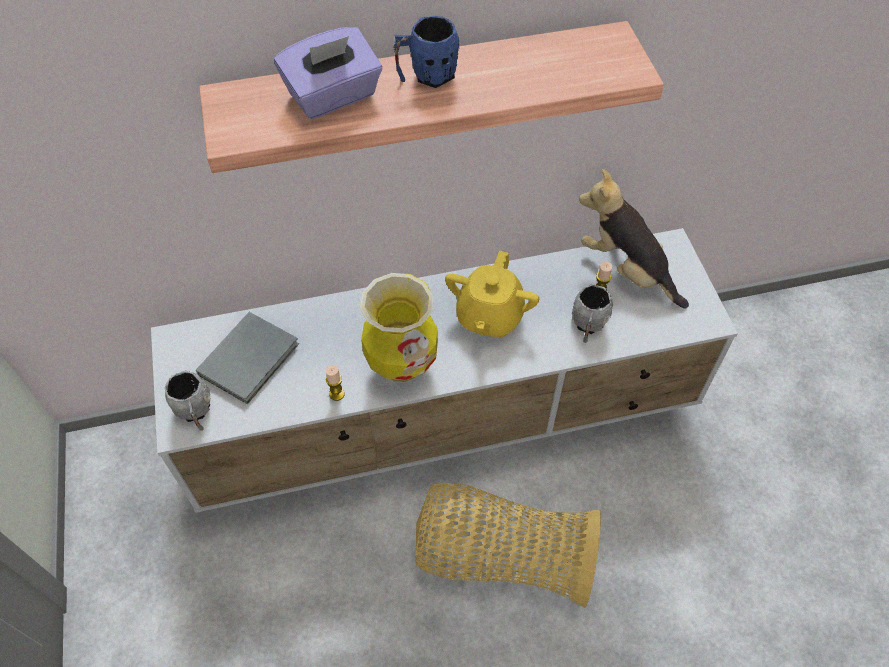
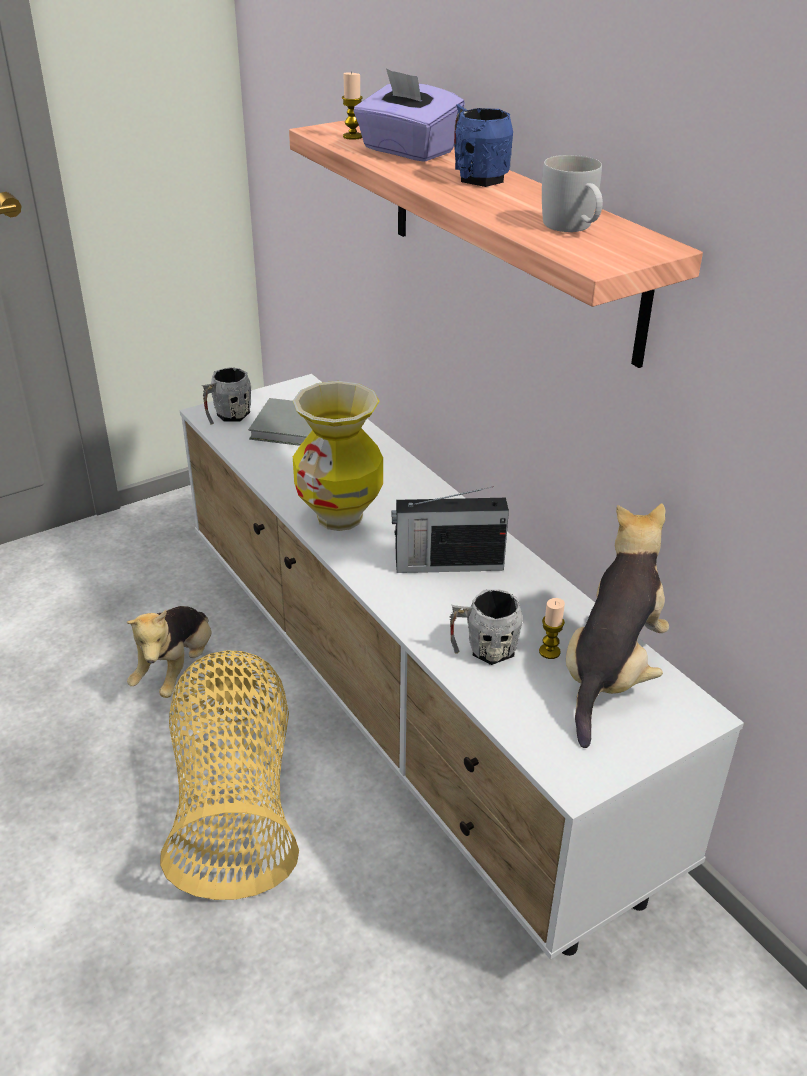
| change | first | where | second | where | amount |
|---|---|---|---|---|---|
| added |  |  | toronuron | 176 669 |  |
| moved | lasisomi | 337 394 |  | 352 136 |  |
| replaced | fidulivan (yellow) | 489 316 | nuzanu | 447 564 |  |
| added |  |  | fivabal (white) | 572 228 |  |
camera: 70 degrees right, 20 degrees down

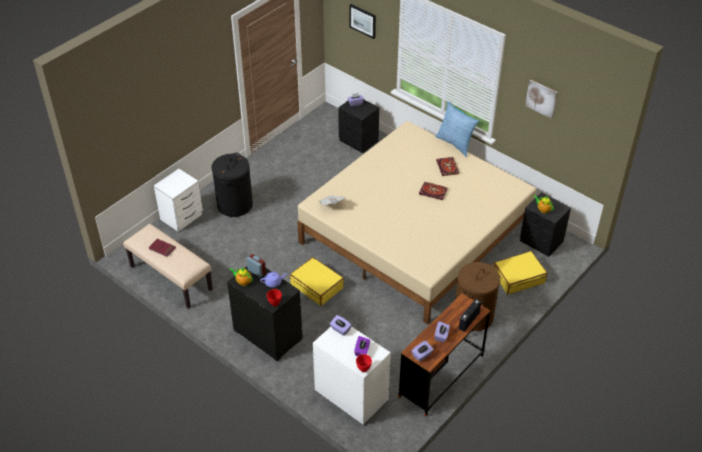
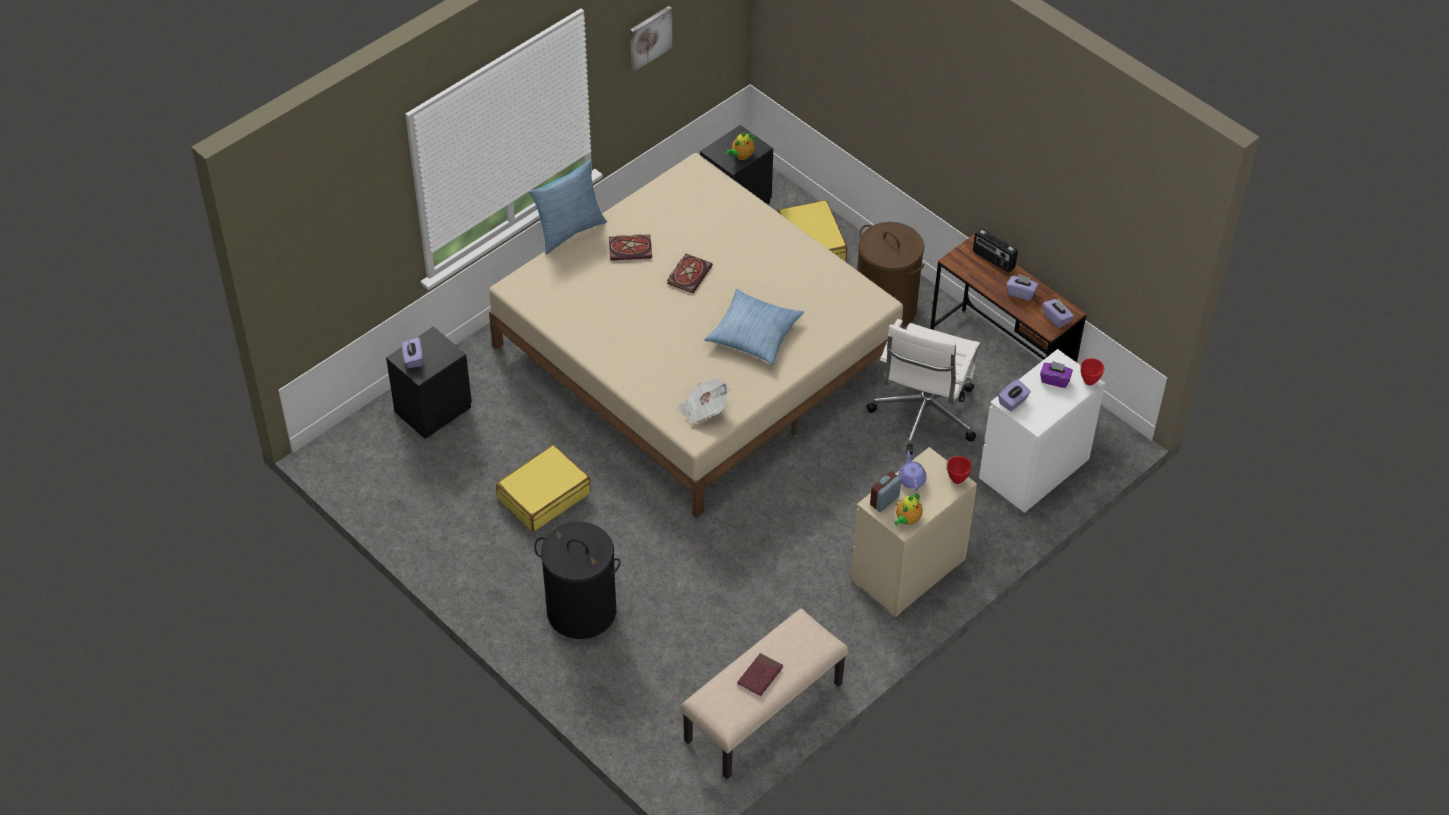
| change | first | where | second | where | amount |
|---|---|---|---|---|---|
| moved | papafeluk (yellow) | 317 286 |  | 543 496 |  |
| added |  |  | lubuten | 753 333 |  |
| recoloured | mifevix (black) | 267 334 | mifevix (beige) | 907 570 |  |
| added |  |  | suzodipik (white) | 923 416 |  |
| removed | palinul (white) | 182 217 |  |  |  |
| removed | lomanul | 363 21 |  |  |  |
camera: 85 degrees left, 5 degrees up

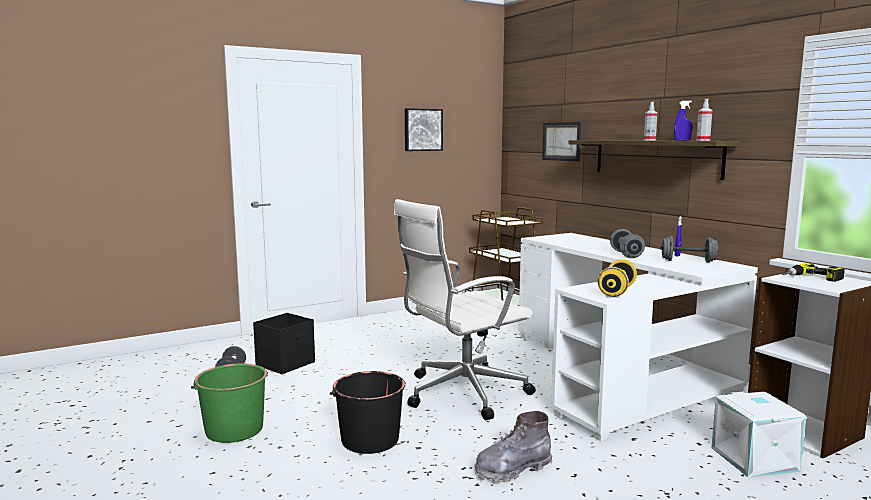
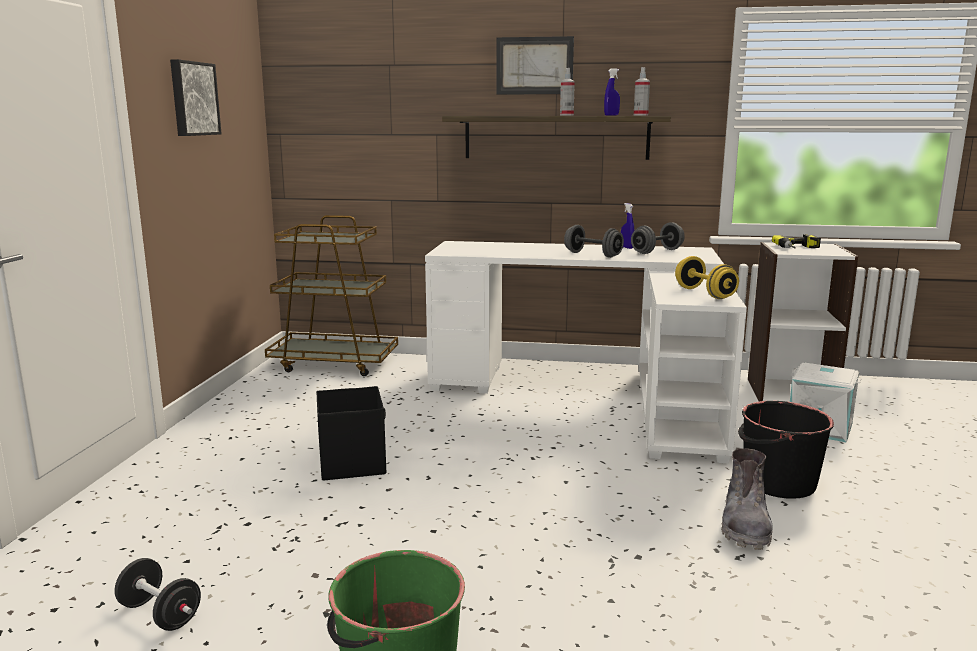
| change | first | where | second | where | amount |
|---|---|---|---|---|---|
| moved | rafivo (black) | 286 363 |  | 353 463 |  |
| moved | lomanul | 561 141 |  | 534 66 |  |
| moved | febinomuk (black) | 369 440 |  | 778 483 |  |
| removed | suzodipik (white) | 462 393 |  |  |  |
camera: 50 degrees left, 5 degrees up

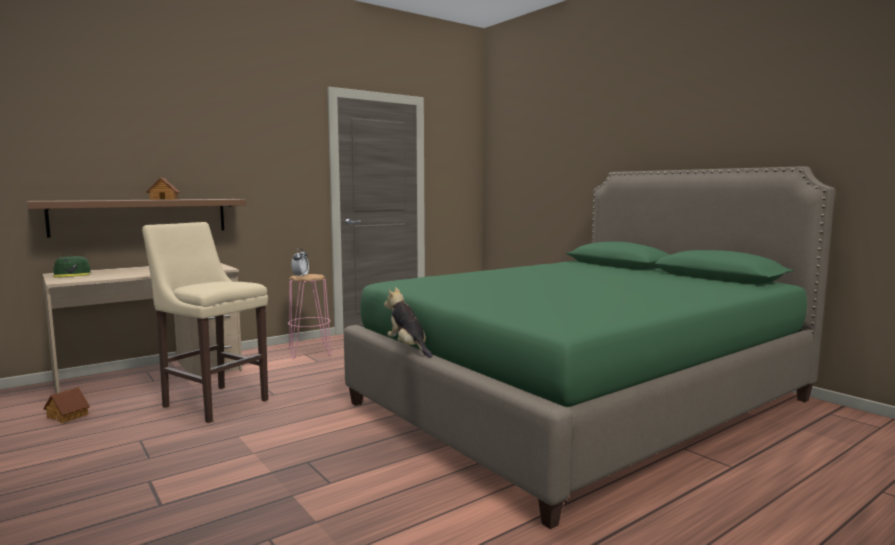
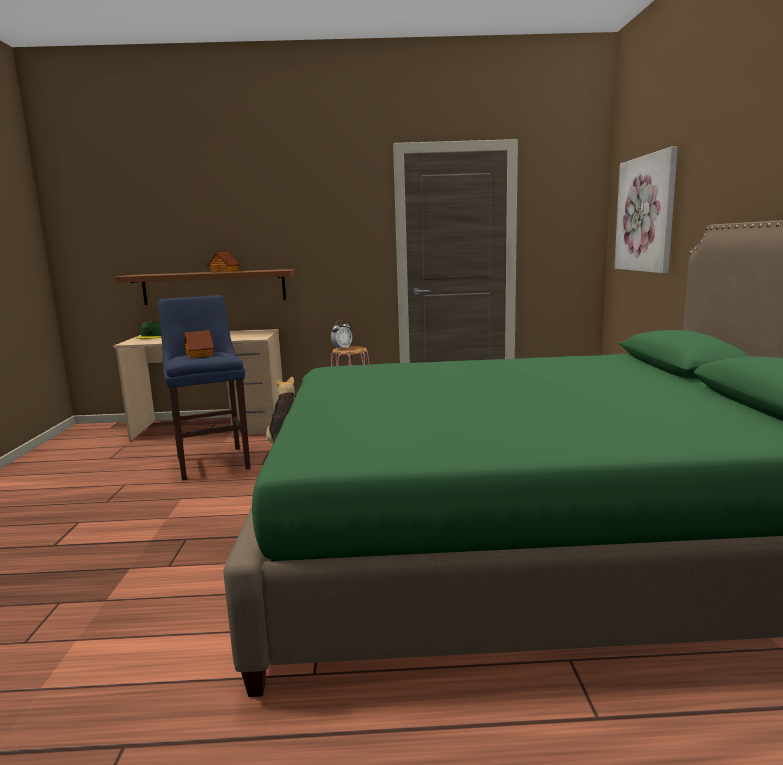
| change | first | where | second | where | amount |
|---|---|---|---|---|---|
| recoloured | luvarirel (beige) | 213 402 | luvarirel (blue) | 213 461 |  |
| moved | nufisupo | 68 416 |  | 200 355 |  |
| added |  |  | lomanul | 645 214 |  |
camera: 35 degrees right, 5 degrees up

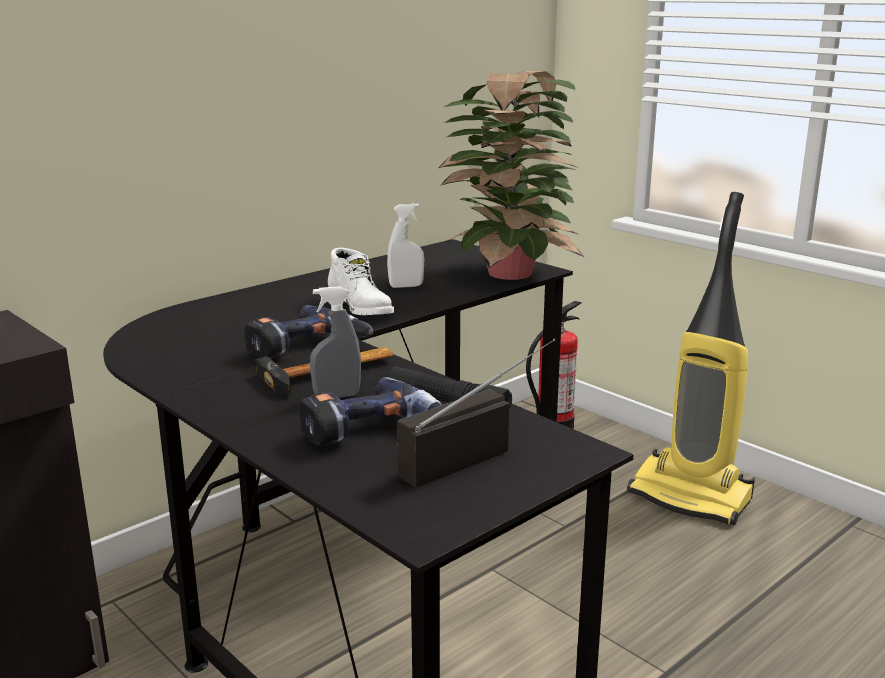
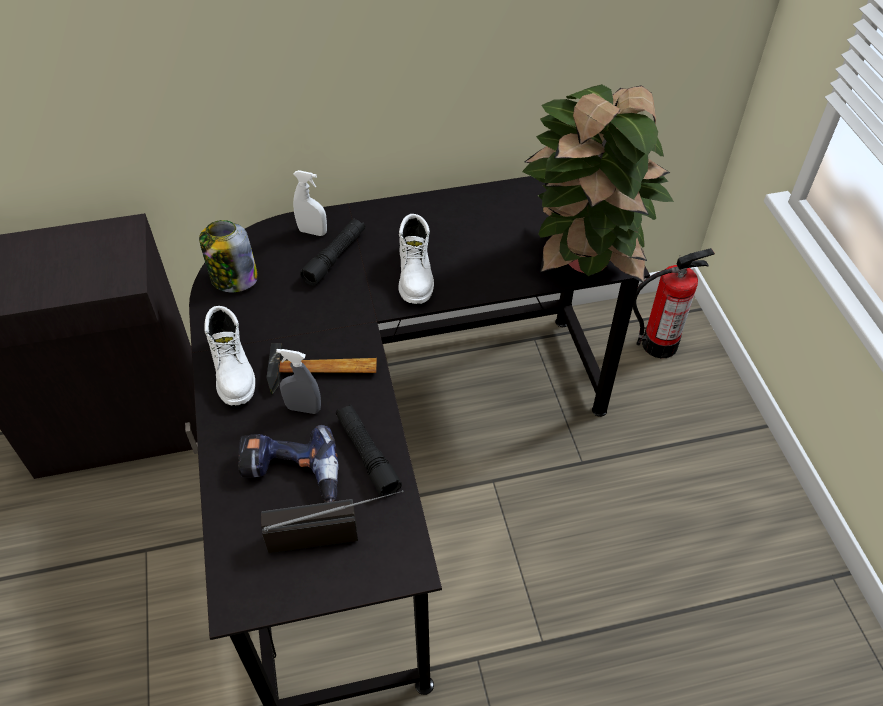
| change | first | where | second | where | amount |
|---|---|---|---|---|---|
| added |  |  | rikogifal | 233 278 |  |
| added |  |  | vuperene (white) | 234 371 |  |
| moved | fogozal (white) | 406 286 |  | 312 232 |  |
| added |  |  | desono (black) | 335 257 |  |
| removed | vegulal | 308 349 |  |  |  |
| removed | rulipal | 692 496 |  |  |  |
camera: 30 degrees right, 30 degrees up

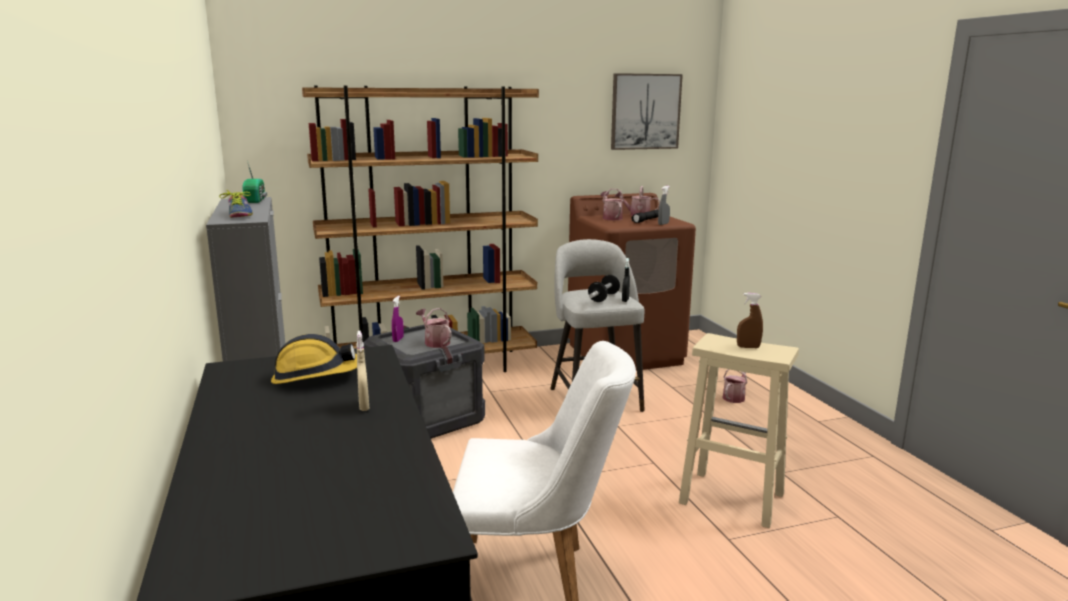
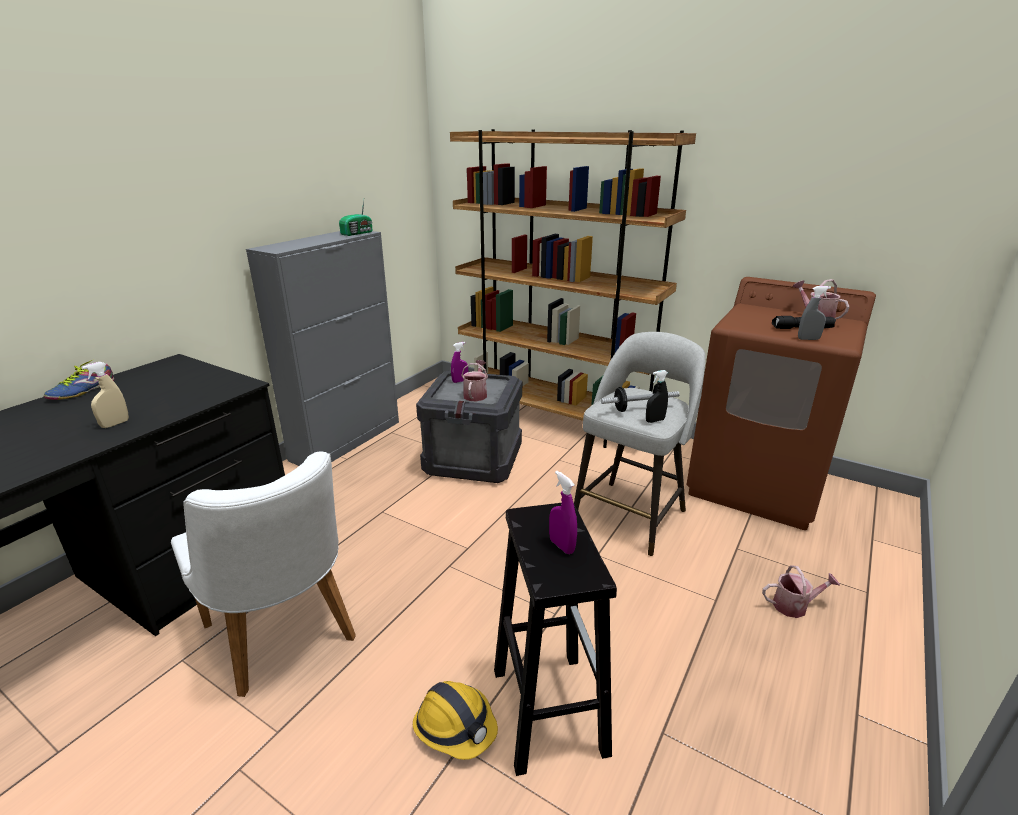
| change | first | where | second | where | amount |
|---|---|---|---|---|---|
| moved | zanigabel | 237 215 |  | 81 390 |  |
| moved | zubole | 316 376 |  | 455 726 |  |
| recoloured | luvarirel (beige) | 729 498 | luvarirel (black) | 547 708 |  |
| recoloured | fogozal (brown) | 748 347 | fogozal (purple) | 561 546 |  |
| removed | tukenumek | 611 218 |  |  |  |
| removed | lomanul | 645 111 |  |  |  |
camera: 50 degrees right, 10 degrees up

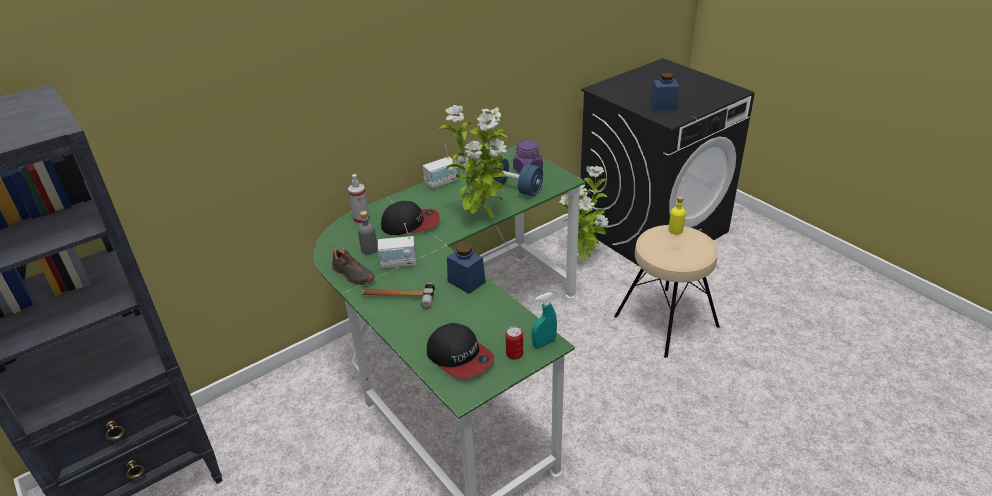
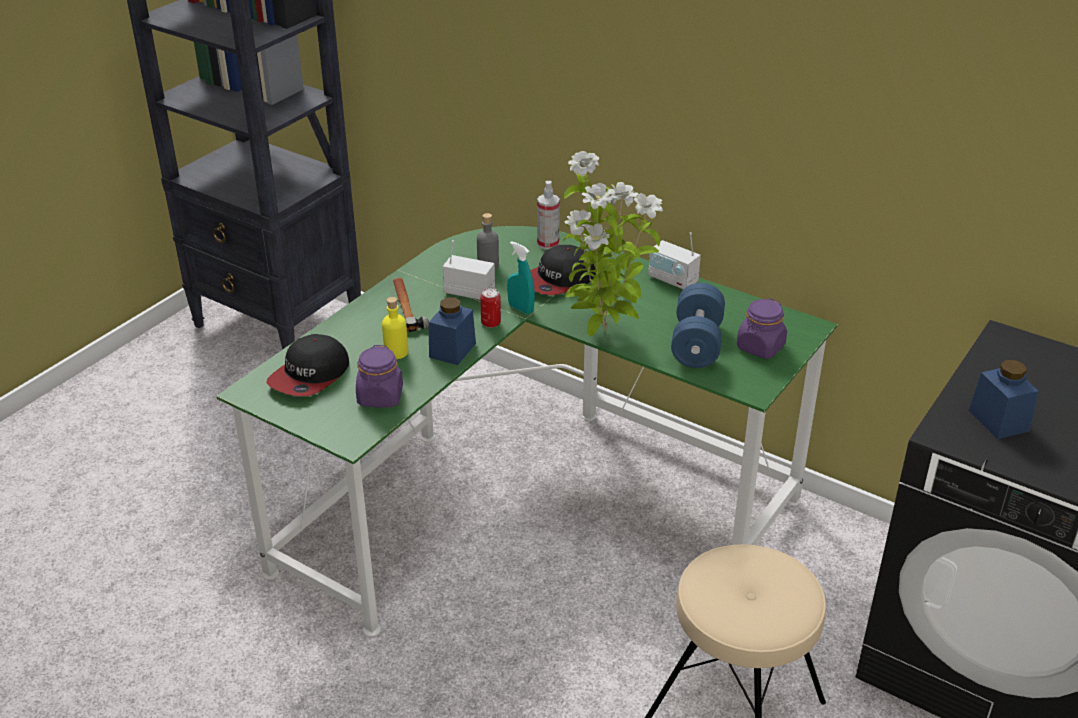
| change | first | where | second | where | amount |
|---|---|---|---|---|---|
| added |  |  | rikogifal (purple) | 380 397 |  |
| moved | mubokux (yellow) | 675 230 |  | 396 352 |  |
| turned | nuzanu | 398 263 |  | 469 292 | 135 degrees clockwise |
| moved | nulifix | 514 354 |  | 491 323 |  |
| moved | fogozal (turquoise) | 544 343 |  | 520 309 |  |
| turned | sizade | 410 223 |  | 558 280 | 75 degrees clockwise |
| removed | zanigabel (black) | 352 275 |  |  |  |
| removed | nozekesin | 582 259 |  |  |  |
camera: 70 degrees right, 0 degrees up

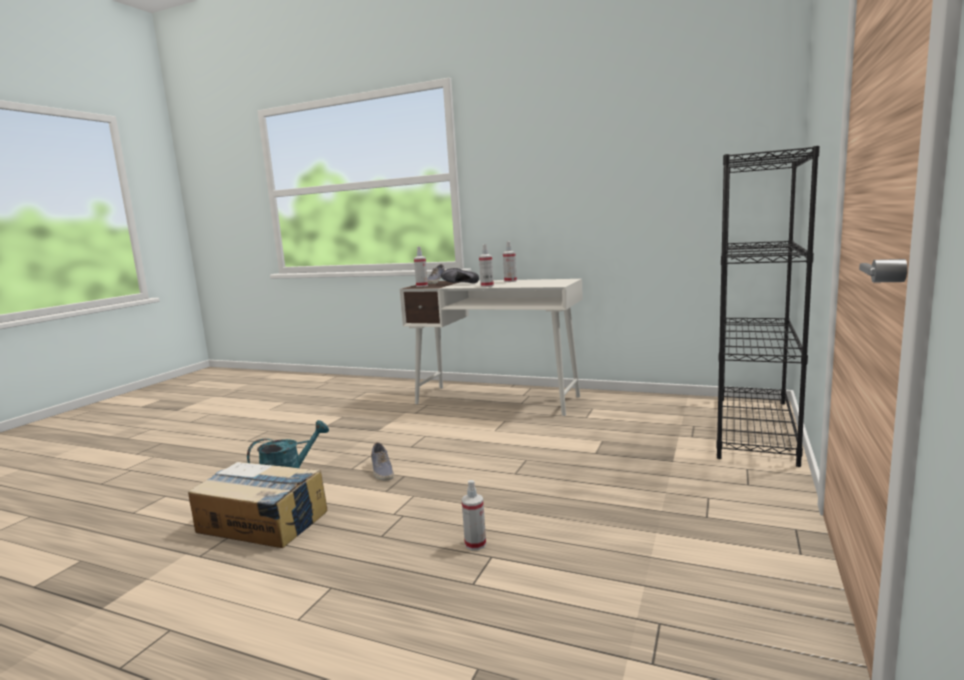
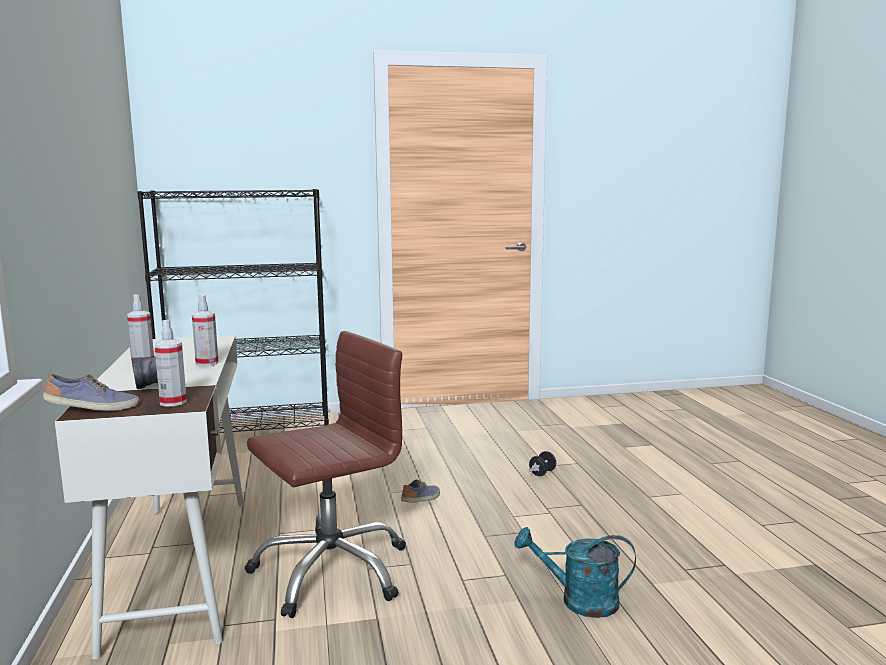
| change | first | where | second | where | amount |
|---|---|---|---|---|---|
| added |  |  | suzodipik (brown) | 331 571 |  |
| moved | zanigabel | 381 471 |  | 421 500 |  |
| replaced | fogozal | 475 544 | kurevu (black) | 542 473 |  |
| removed | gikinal | 262 522 |  |  |  |
camera: 125 degrees left, 0 degrees up

